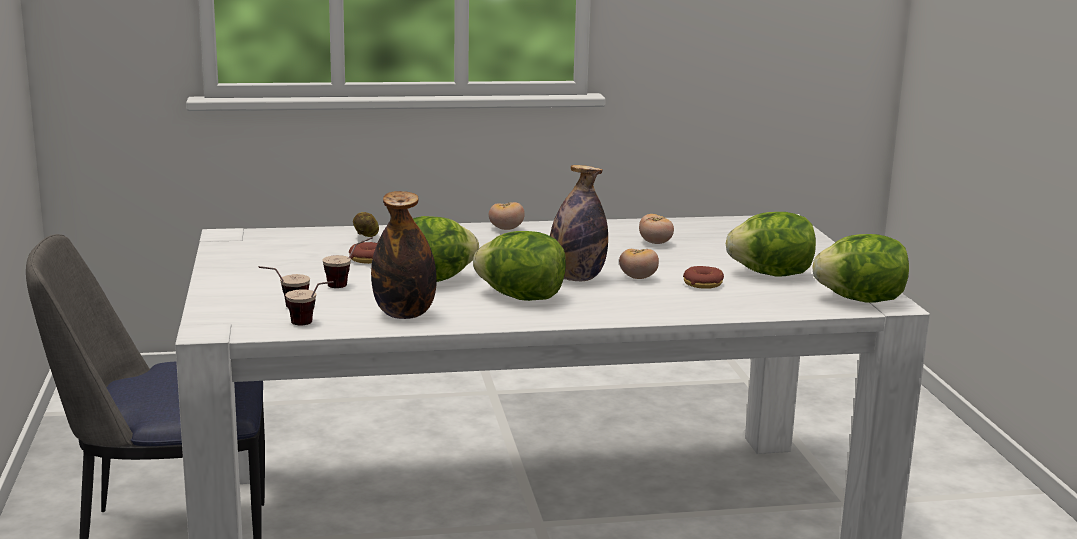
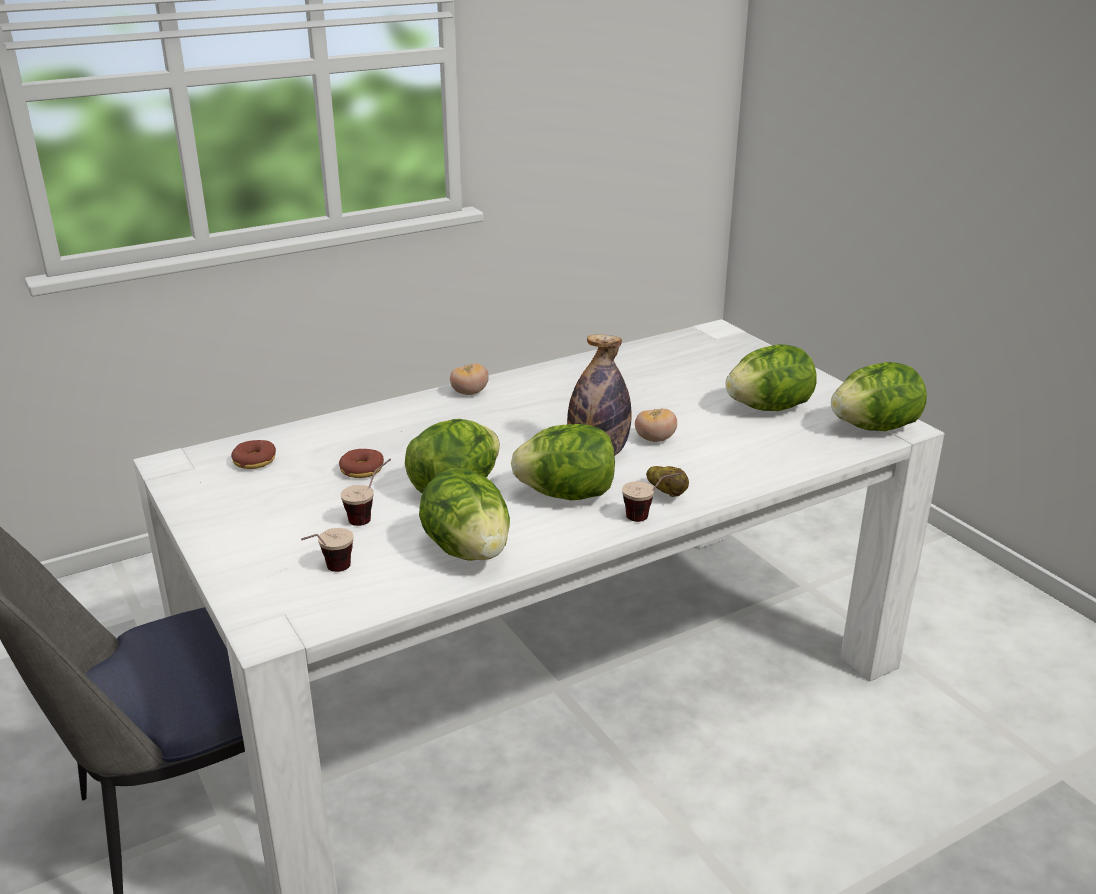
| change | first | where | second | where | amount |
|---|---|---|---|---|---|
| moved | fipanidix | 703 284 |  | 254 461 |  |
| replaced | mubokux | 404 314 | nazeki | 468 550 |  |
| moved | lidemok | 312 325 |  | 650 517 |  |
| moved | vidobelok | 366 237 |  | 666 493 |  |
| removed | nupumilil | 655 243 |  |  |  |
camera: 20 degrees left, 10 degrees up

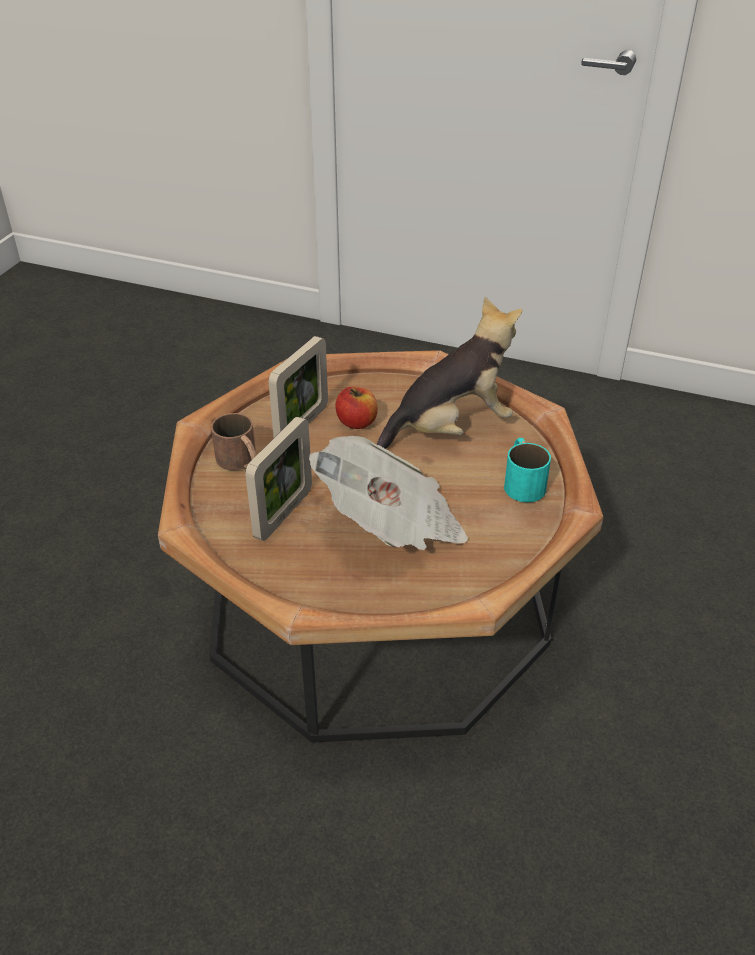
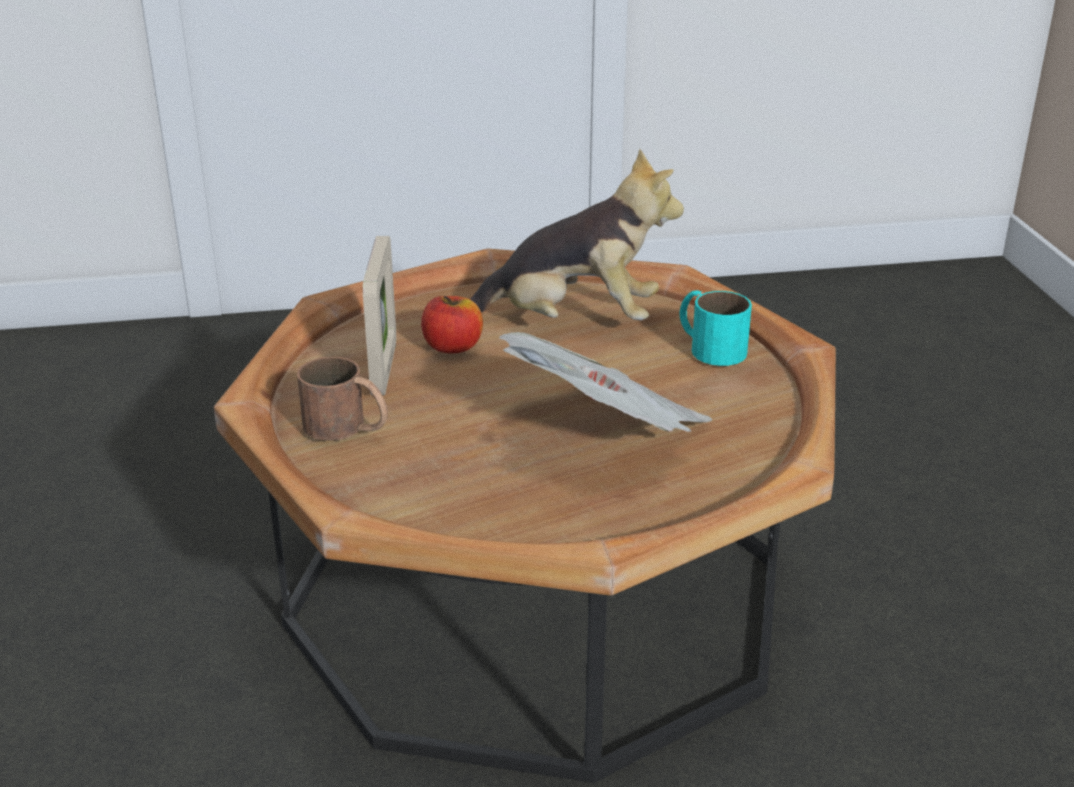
| change | first | where | second | where | amount |
|---|---|---|---|---|---|
| turned | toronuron | 450 428 |  | 572 322 | 60 degrees clockwise |
| removed | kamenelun | 283 514 |  |  |  |
camera: 30 degrees left, 10 degrees down

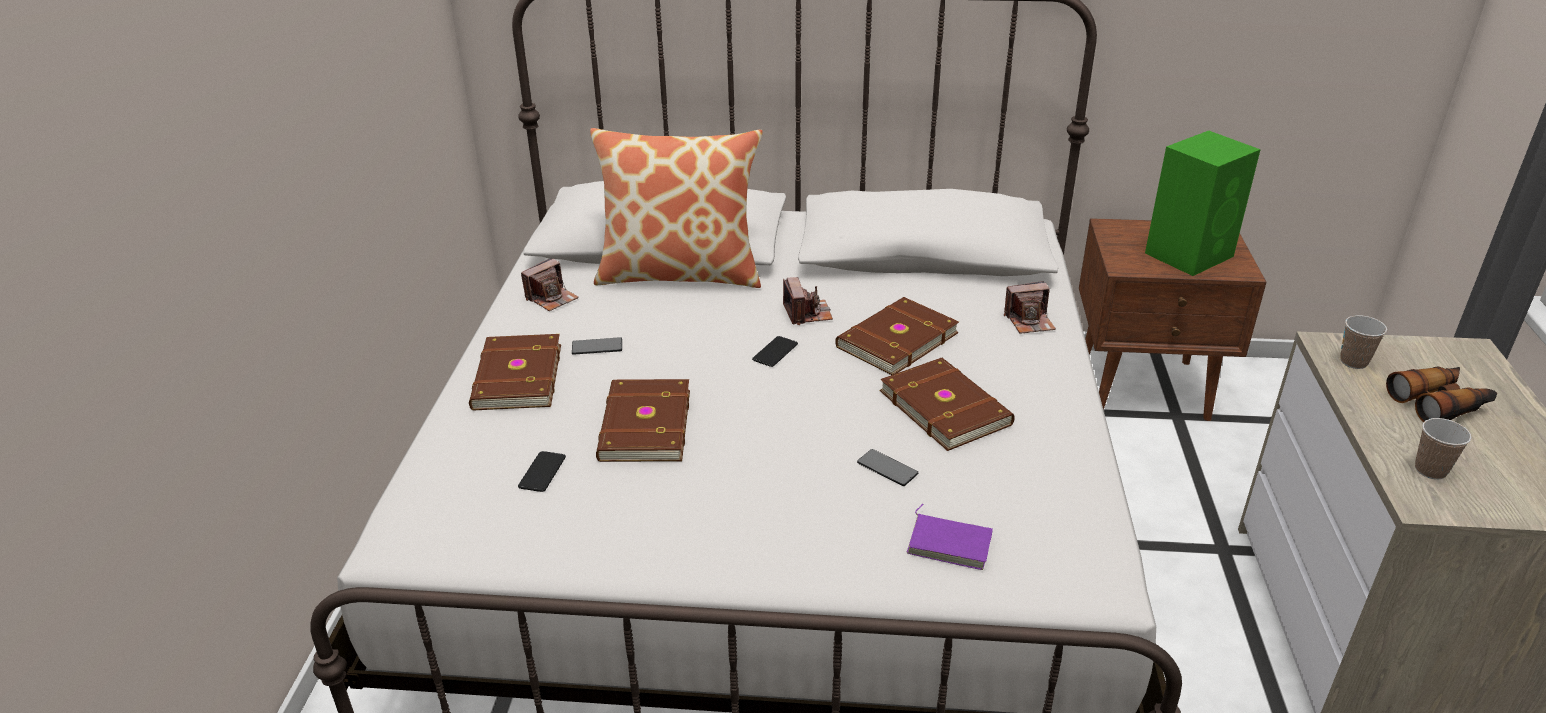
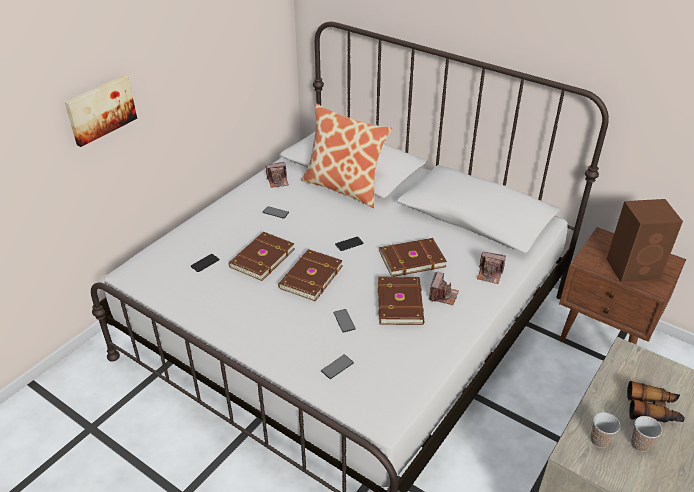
| change | first | where | second | where | amount |
|---|---|---|---|---|---|
| added |  |  | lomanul | 100 109 |  |
| moved | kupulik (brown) | 515 377 |  | 309 277 |  |
| replaced | kupulik (purple) | 950 543 | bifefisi | 337 367 |  |
| moved | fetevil | 807 313 |  | 443 295 |  |
| recoloured | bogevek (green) | 1190 254 | bogevek (brown) | 634 269 |  |
| moved | lidemok | 1353 362 |  | 640 444 |  |
camera: 30 degrees right, 5 degrees up

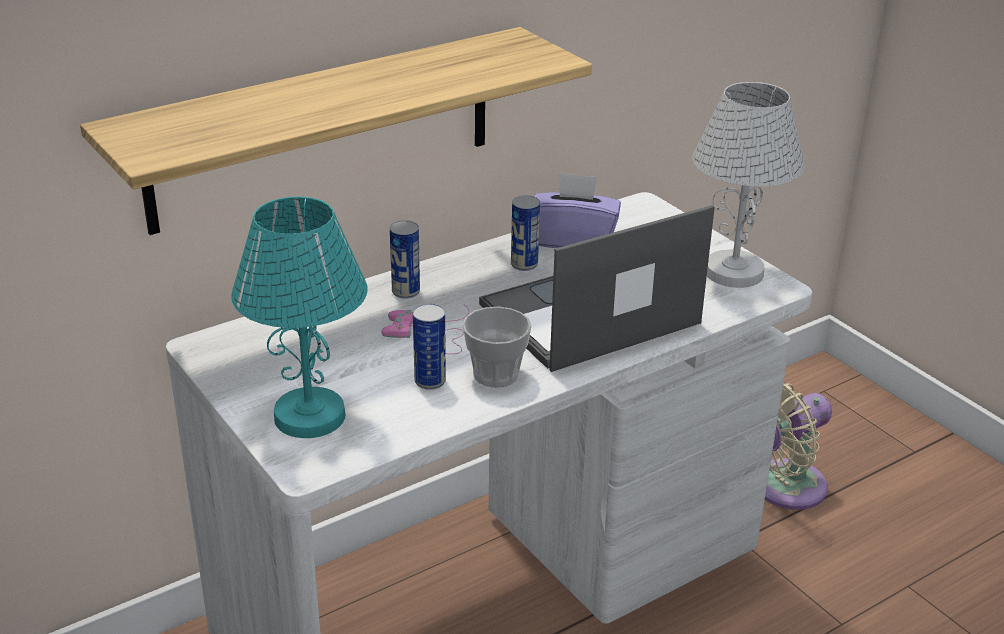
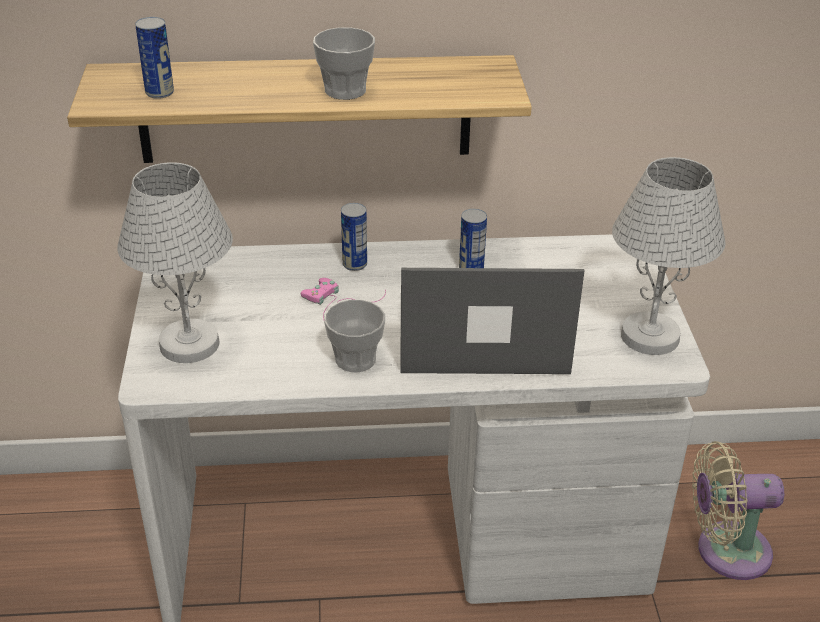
| change | first | where | second | where | amount |
|---|---|---|---|---|---|
| recoloured | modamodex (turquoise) | 308 416 | modamodex (white) | 189 343 |  |
| moved | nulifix | 430 381 |  | 159 92 |  |
| added |  |  | lidemok | 345 90 |  |
| removed | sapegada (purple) | 573 239 |  |  |  |
camera: 30 degrees right, 5 degrees up

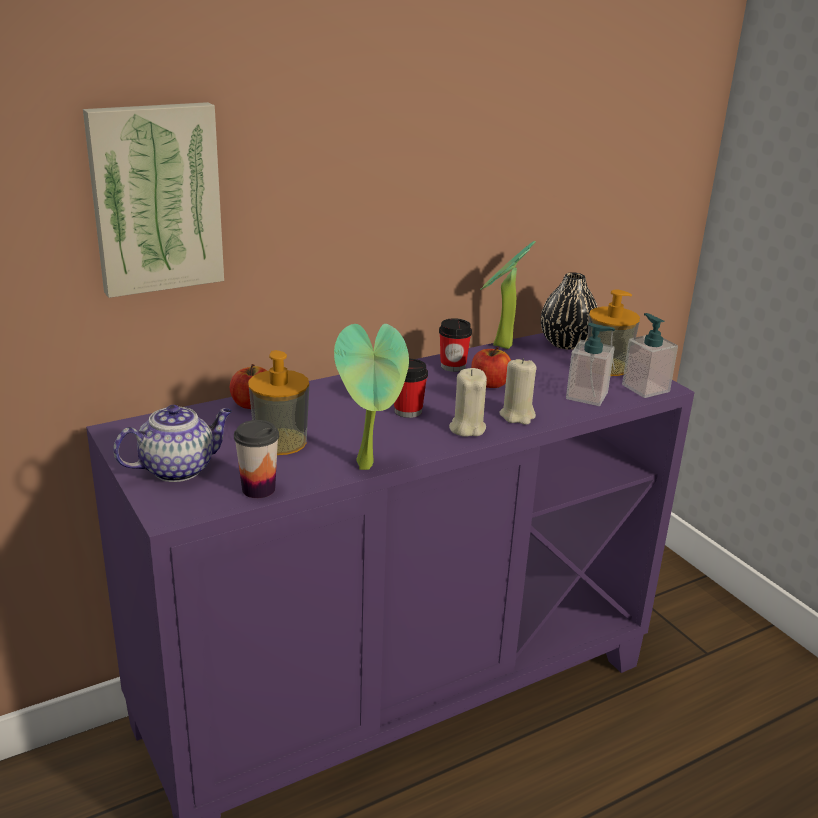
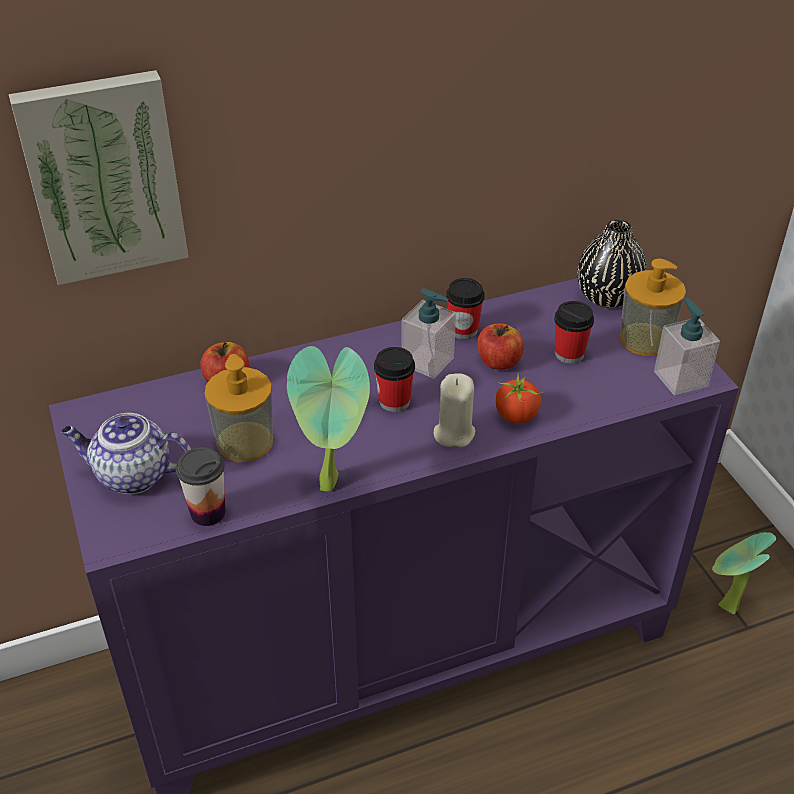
| change | first | where | second | where | amount |
|---|---|---|---|---|---|
| turned | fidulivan | 179 468 |  | 132 475 | 150 degrees counterclockwise |
| moved | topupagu | 587 396 |  | 428 361 |  |
| replaced | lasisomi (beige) | 517 415 | nupumilil | 516 416 |  |
| added |  |  | lidemok | 569 354 |  |
| moved | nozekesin | 499 347 |  | 724 609 |  |
camera: 10 degrees right, 15 degrees up

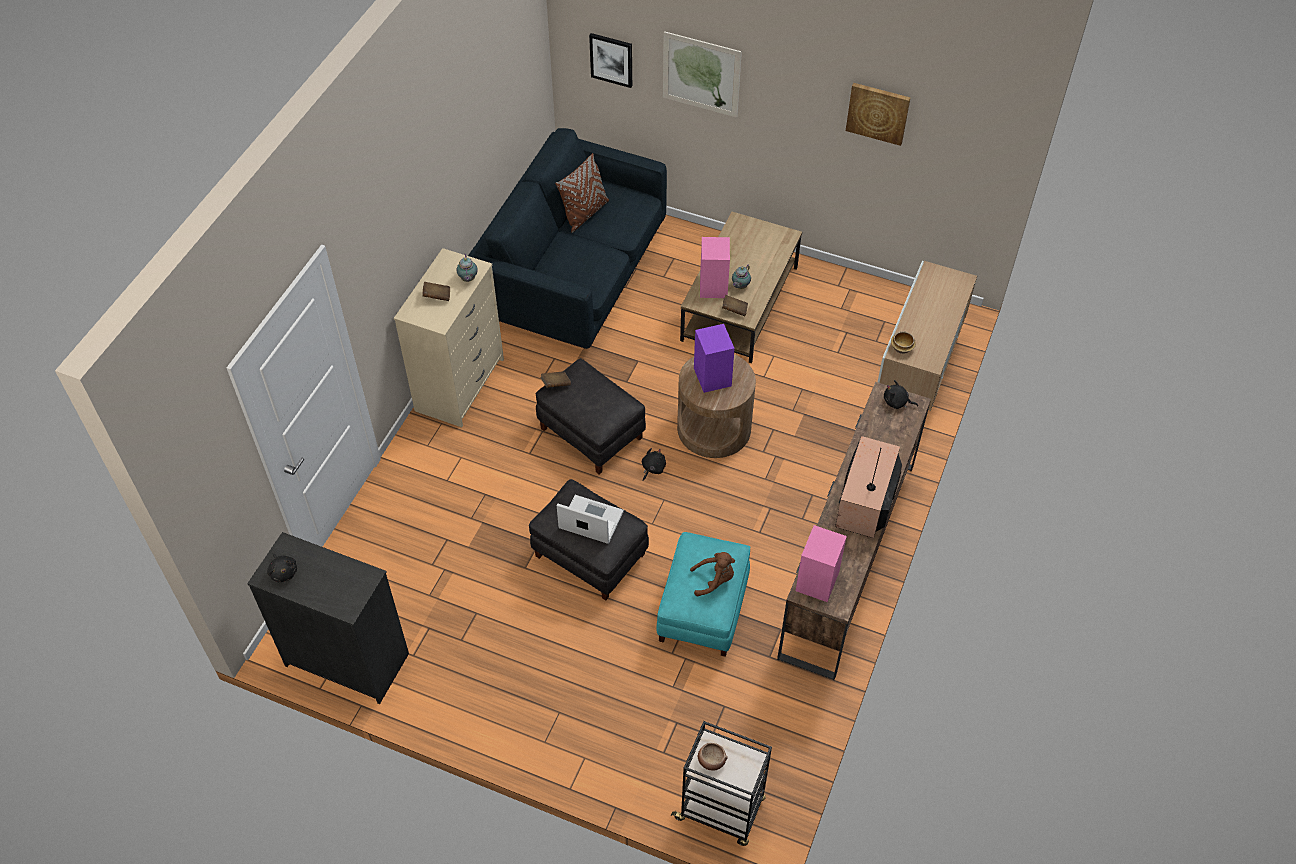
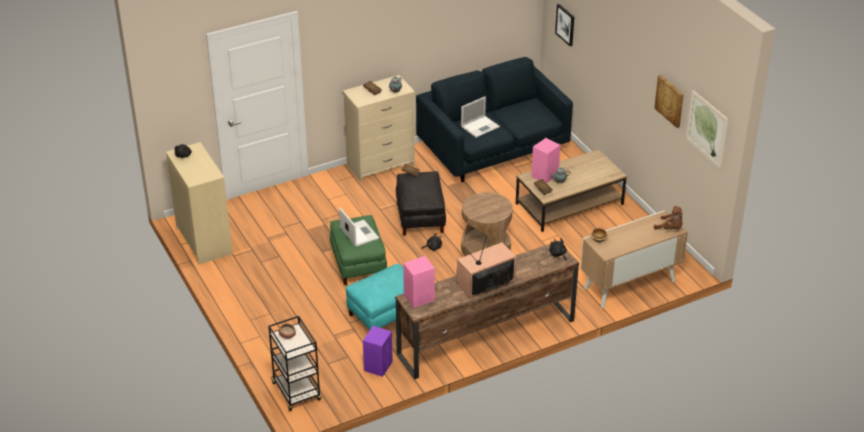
| change | first | where | second | where | amount |
|---|---|---|---|---|---|
| recoloured | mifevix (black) | 347 659 | mifevix (beige) | 204 241 |  |
| recoloured | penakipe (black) | 589 555 | penakipe (green) | 358 264 |  |
| moved | bogevek (purple) | 712 376 |  | 378 365 |  |
| added |  |  | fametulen | 480 126 |  |
| moved | toronuron (brown) | 714 580 |  | 670 228 |  |
| moved | lomanul | 701 74 |  | 707 129 |  |
| removed | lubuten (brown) | 584 213 |  |  |  |
camera: 40 degrees right, 15 degrees down

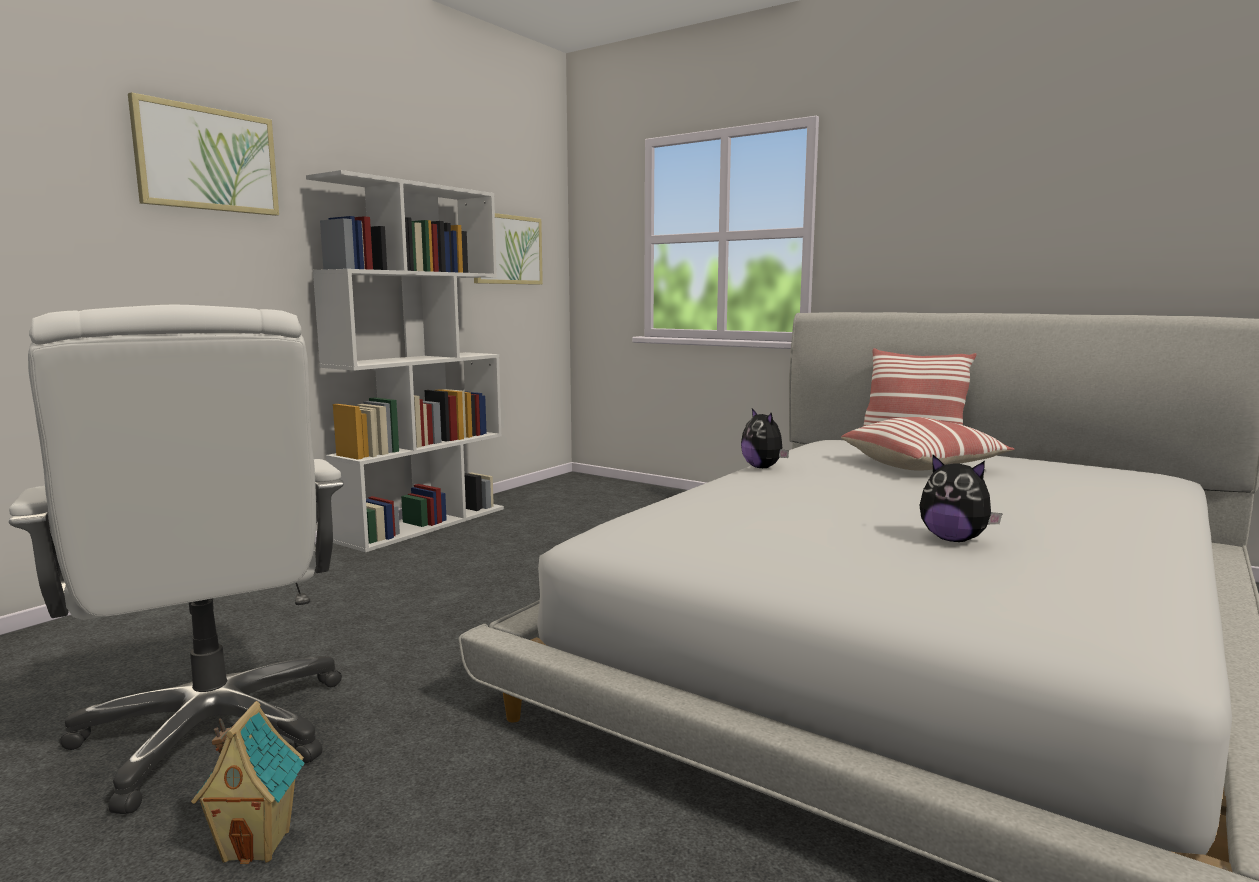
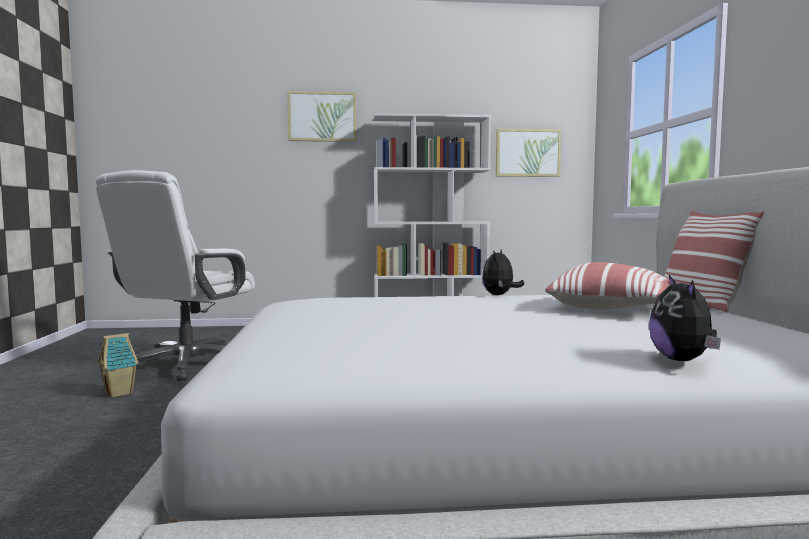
| change | first | where | second | where | amount |
|---|---|---|---|---|---|
| moved | toronuron | 954 539 |  | 683 360 |  |
camera: 50 degrees right, 5 degrees down

